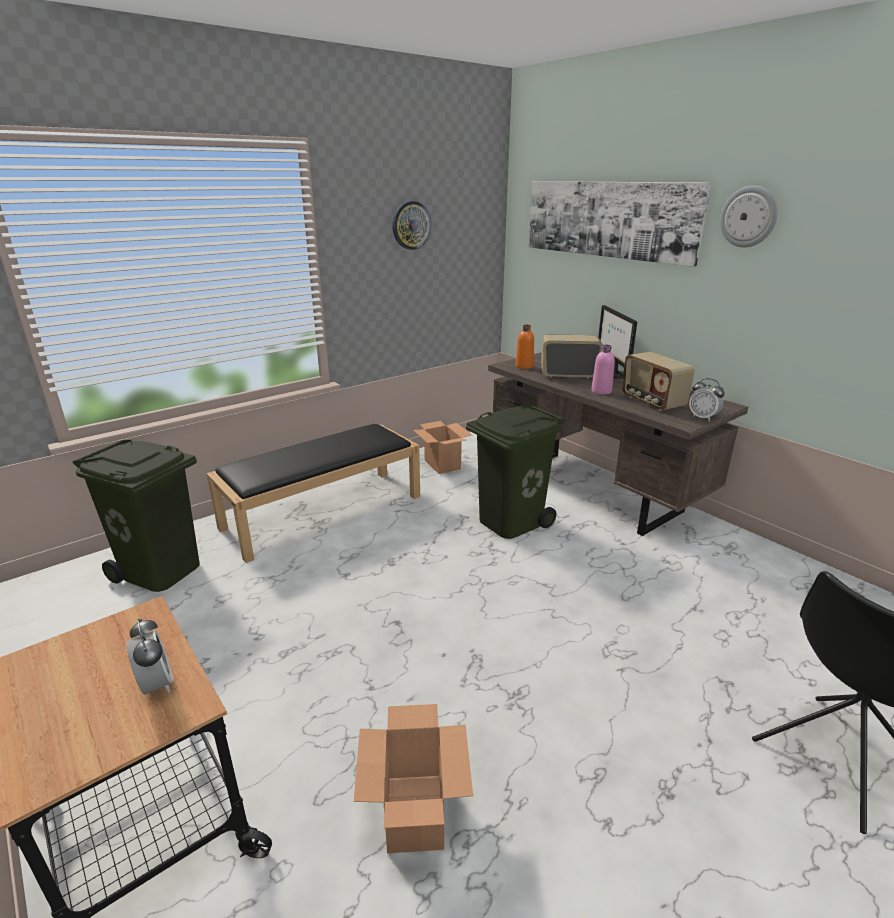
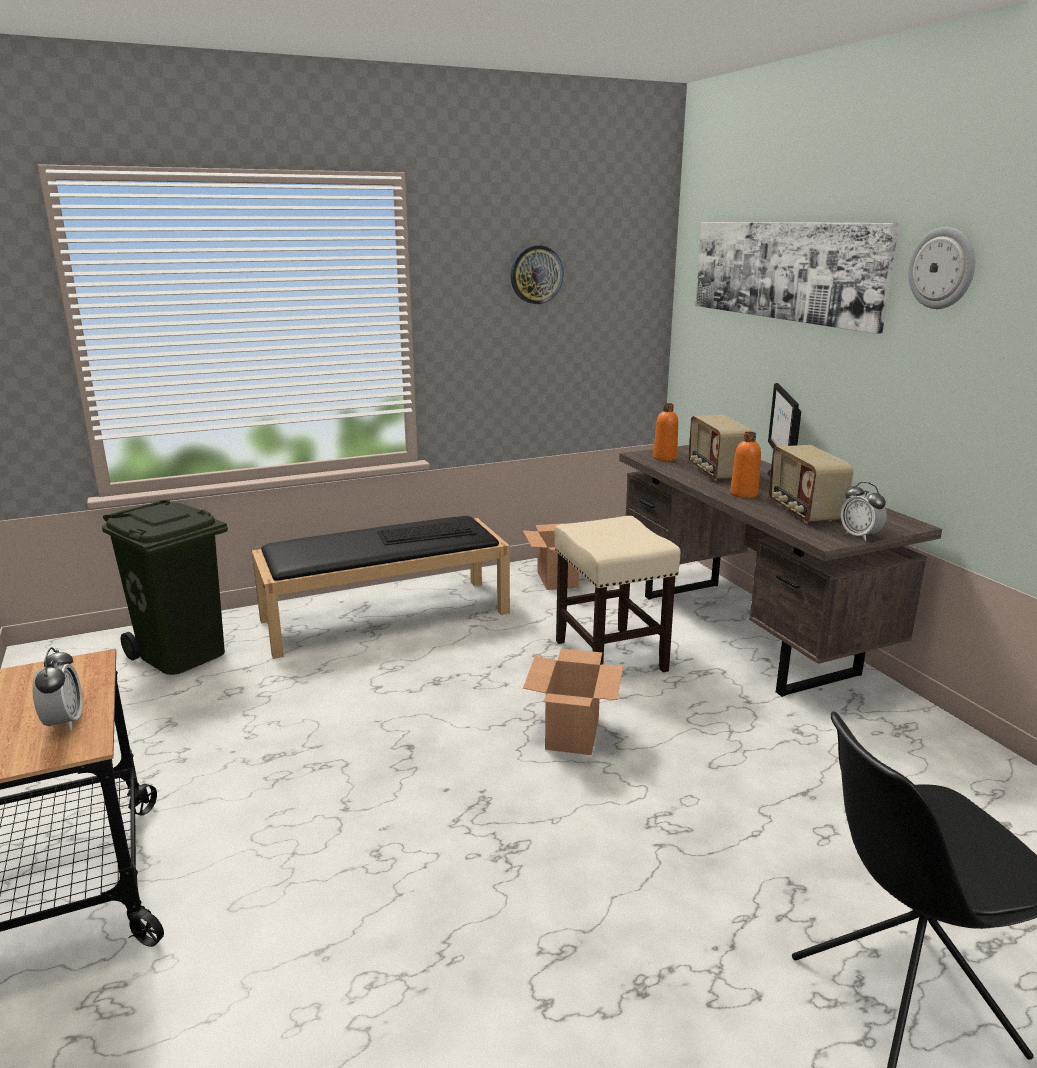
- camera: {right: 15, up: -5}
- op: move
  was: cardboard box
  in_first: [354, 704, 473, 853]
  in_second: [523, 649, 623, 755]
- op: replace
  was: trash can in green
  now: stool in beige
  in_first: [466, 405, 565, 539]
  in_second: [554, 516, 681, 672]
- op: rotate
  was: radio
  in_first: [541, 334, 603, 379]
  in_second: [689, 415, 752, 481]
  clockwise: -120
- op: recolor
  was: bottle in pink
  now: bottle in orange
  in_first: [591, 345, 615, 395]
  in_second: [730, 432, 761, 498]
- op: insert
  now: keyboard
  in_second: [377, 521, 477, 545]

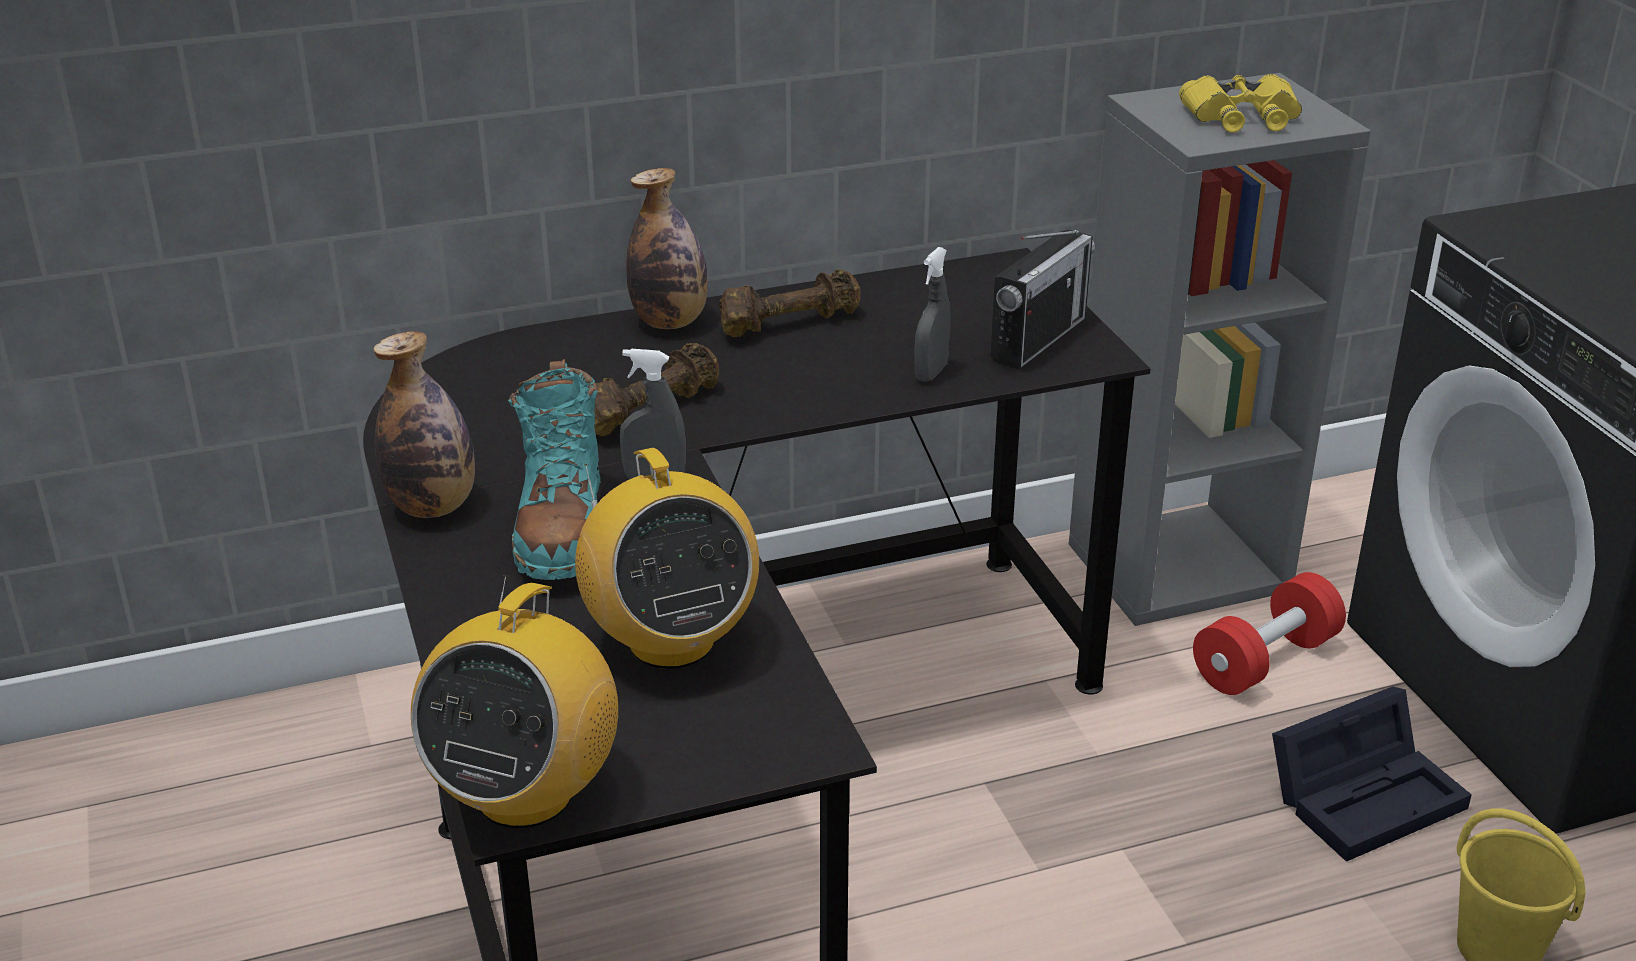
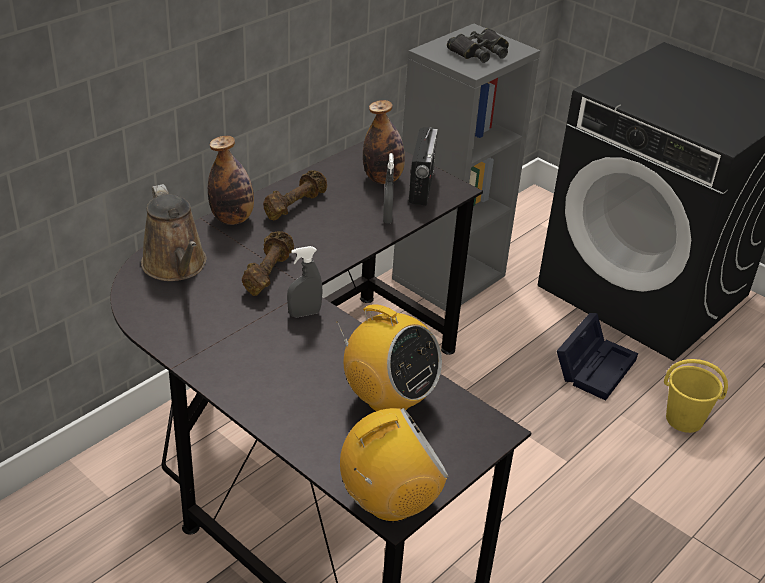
- camera: {right: -30, up: 5}
- op: move
  was: bottle
  in_first: [373, 331, 475, 518]
  in_second: [363, 100, 405, 184]
- op: rotate
  was: radio
  in_first: [411, 575, 618, 828]
  in_second: [340, 408, 448, 522]
  clockwise: -105
- op: delete
  was: boot in turquoise
  in_first: [508, 359, 601, 580]
- op: recolor
  was: binoculars in yellow
  now: binoculars in black
  in_first: [1179, 74, 1302, 132]
  in_second: [447, 28, 509, 63]
- op: delete
  was: dumbbell in red
  in_first: [1193, 572, 1346, 695]
- op: insert
  now: watering can in brown
  in_second: [141, 184, 207, 281]

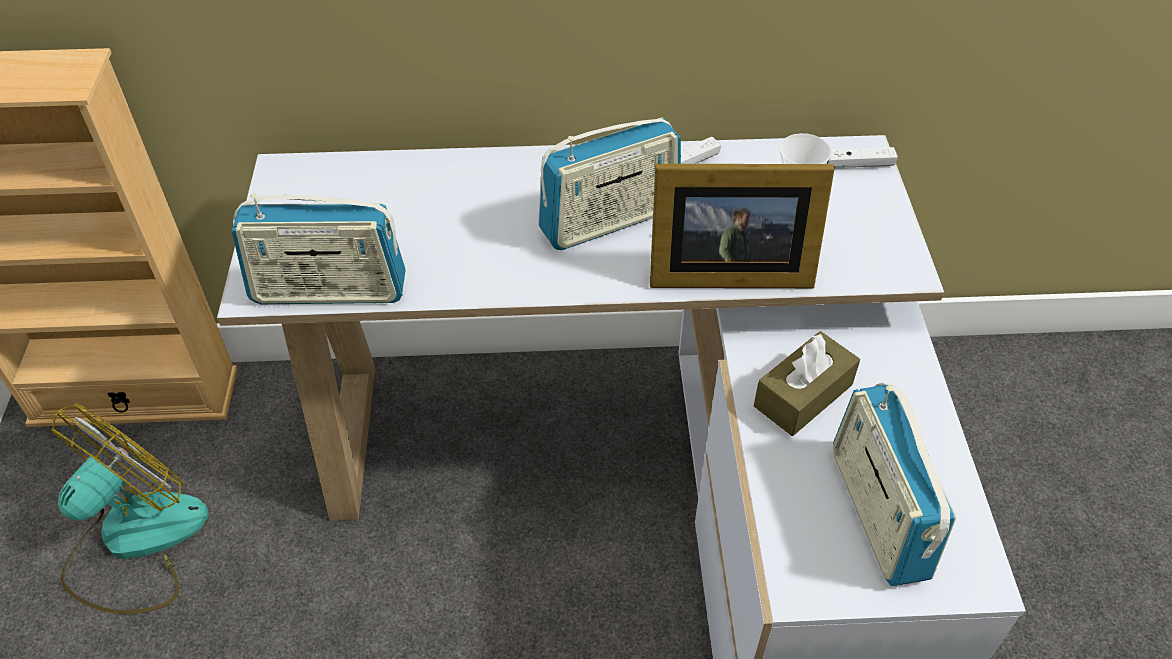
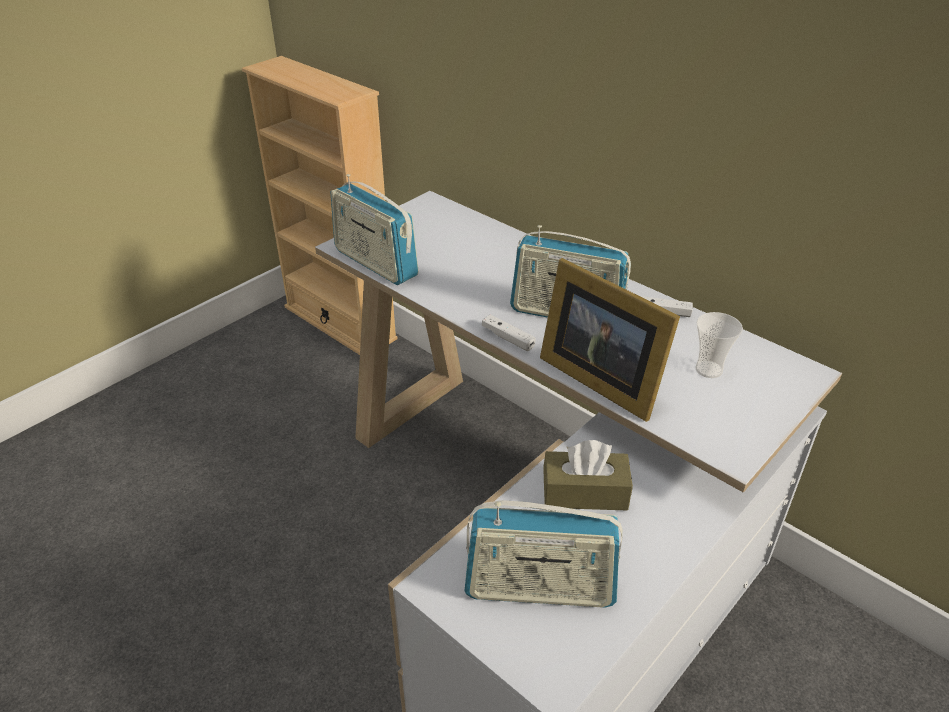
- camera: {right: 45, up: -10}
- op: delete
  was: fan
  in_first: [51, 403, 209, 614]
- op: move
  was: game controller in white
  in_first: [827, 147, 898, 168]
  in_second: [482, 314, 536, 351]
- op: rotate
  was: radio
  in_first: [833, 383, 956, 586]
  in_second: [464, 500, 623, 608]
  clockwise: -120

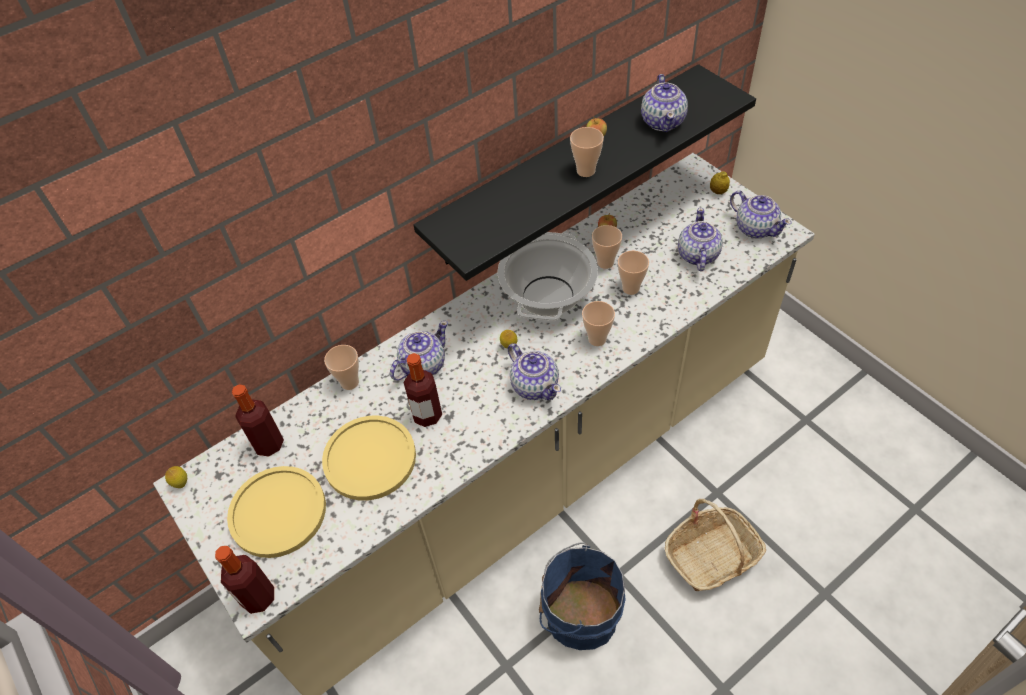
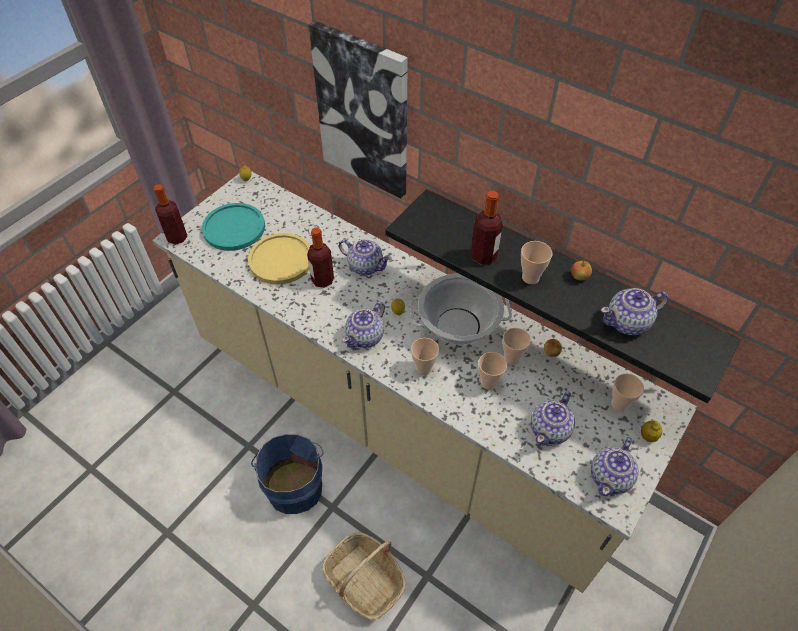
- camera: {right: 70, up: 0}
- op: recolor
  was: plate in yellow
  now: plate in turquoise
  in_first: [227, 466, 326, 558]
  in_second: [202, 203, 265, 251]
- op: move
  was: bottle
  in_first: [232, 384, 284, 456]
  in_second: [471, 191, 503, 265]
- op: move
  was: cup
  in_first: [324, 345, 359, 390]
  in_second: [611, 374, 644, 412]
- op: rotate
  was: teapot
  in_first: [678, 208, 723, 271]
  in_second: [531, 392, 575, 446]
  clockwise: 135
- op: insert
  now: picture
  in_second: [309, 20, 408, 198]

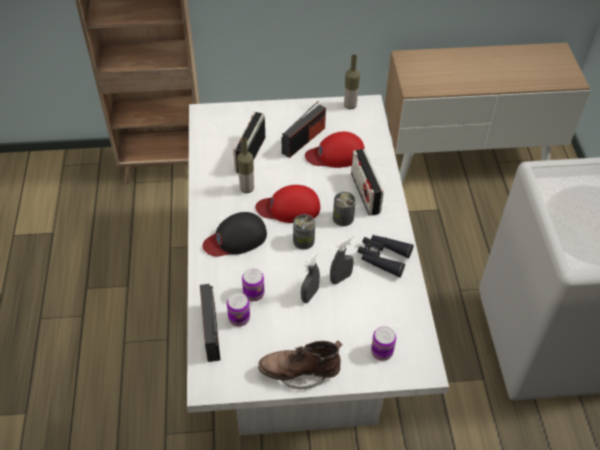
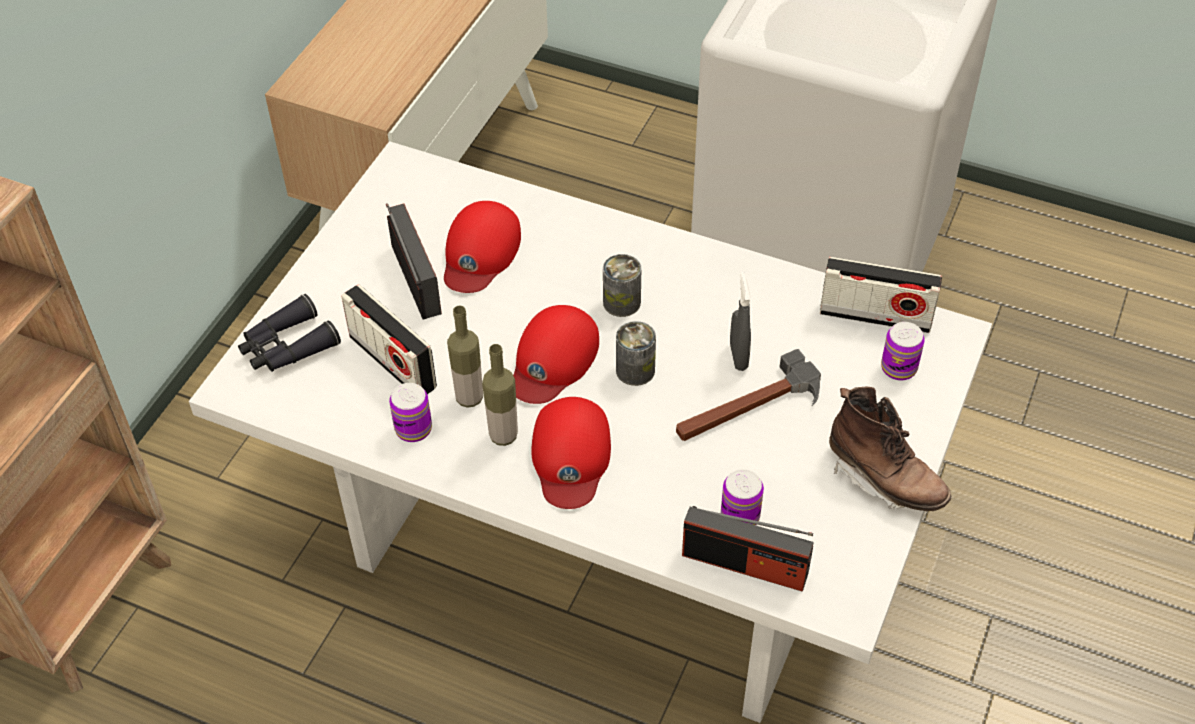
- camera: {right: -60, up: 0}
- op: recolor
  was: cap in black
  now: cap in red
  in_first: [202, 212, 267, 257]
  in_second: [531, 397, 611, 509]
- op: move
  was: can
  in_first: [242, 268, 265, 301]
  in_second: [389, 383, 432, 442]
- op: rotate
  was: boot in brown
  in_first: [258, 341, 342, 389]
  in_second: [829, 387, 951, 511]
  clockwise: -75
- op: replace
  was: spray bottle in grey
  now: hammer
  in_first: [301, 253, 320, 303]
  in_second: [676, 349, 821, 441]
- op: move
  was: bottle
  in_first: [344, 55, 360, 109]
  in_second: [482, 344, 518, 446]
- op: move
  was: radio
  in_first: [351, 149, 383, 216]
  in_second: [820, 257, 942, 333]
- op: move
  was: binoculars in black
  in_first: [357, 235, 414, 278]
  in_second: [238, 294, 341, 372]

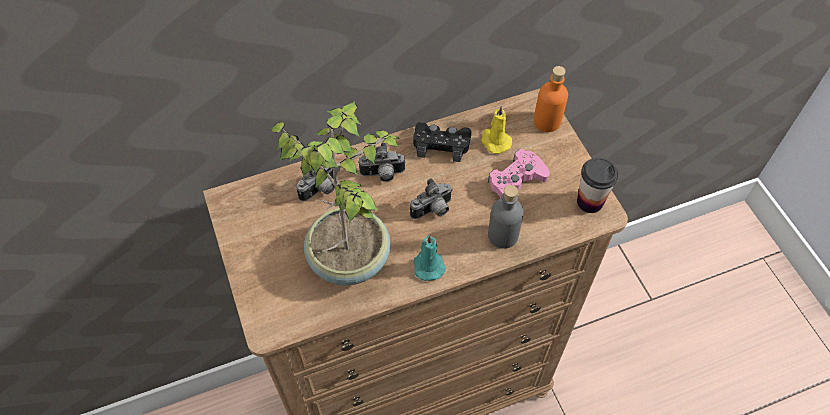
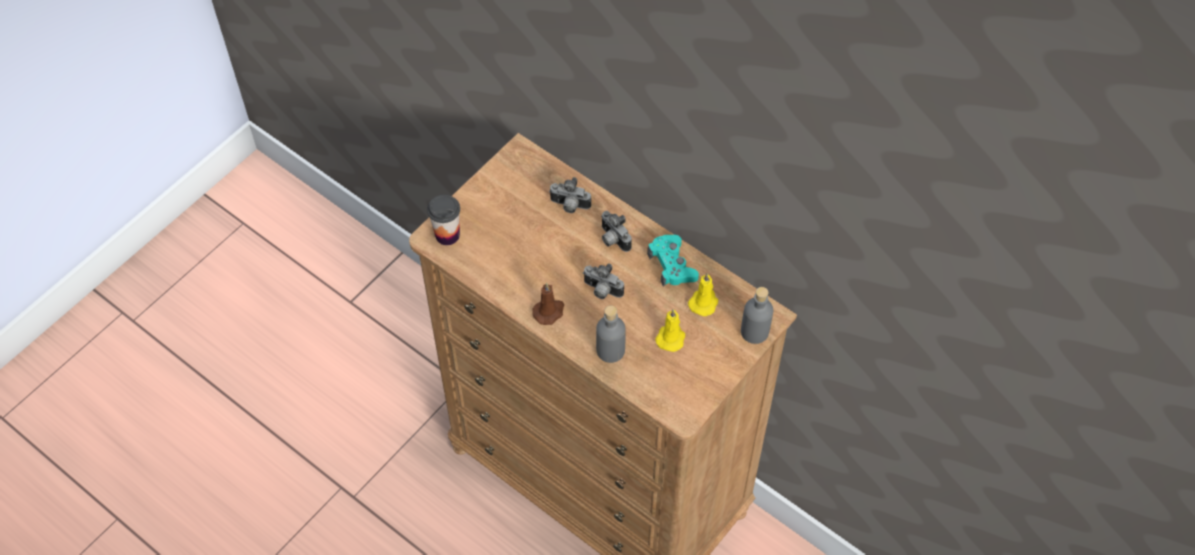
- camera: {right: 60, up: 0}
- op: delete
  was: potted plant
  in_first: [271, 101, 401, 286]
- op: recolor
  was: game controller in black
  now: game controller in turquoise
  in_first: [413, 122, 472, 162]
  in_second: [647, 235, 699, 287]
- op: recolor
  was: candle in turquoise
  now: candle in brown
  in_first: [413, 235, 446, 281]
  in_second: [532, 283, 564, 325]
- op: replace
  was: game controller in pink
  now: candle in yellow
  in_first: [488, 149, 549, 201]
  in_second: [655, 309, 685, 352]
- op: recolor
  was: bottle in orange
  now: bottle in grey
  in_first: [533, 66, 568, 132]
  in_second: [741, 287, 773, 344]
- op: move
  was: cup
  in_first: [577, 157, 619, 213]
  in_second: [427, 195, 460, 245]

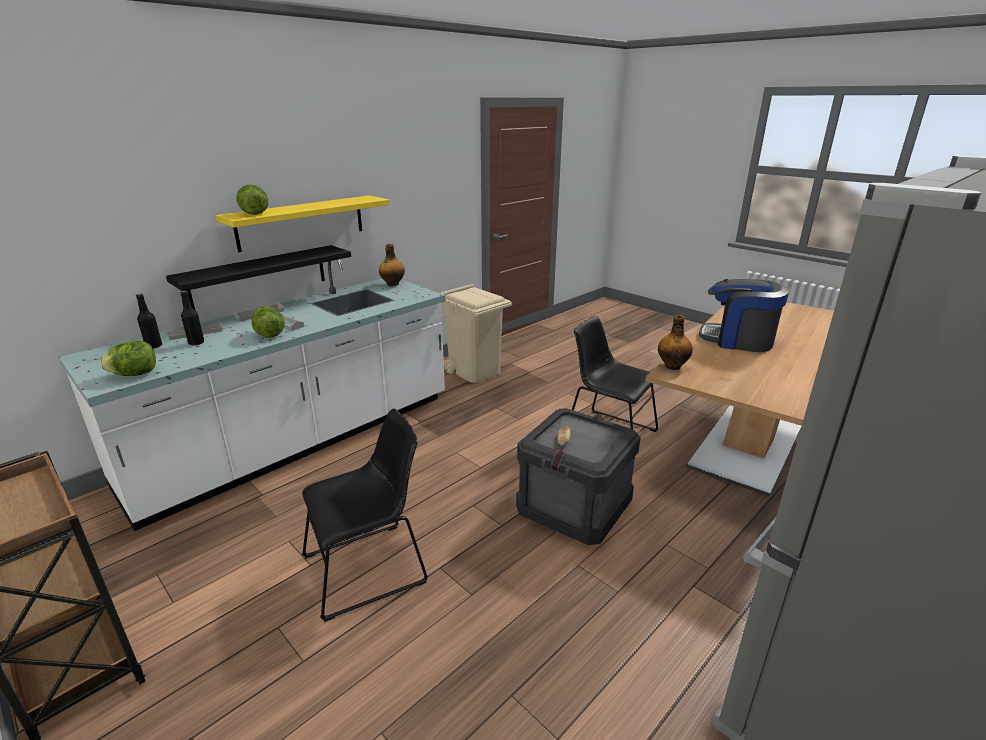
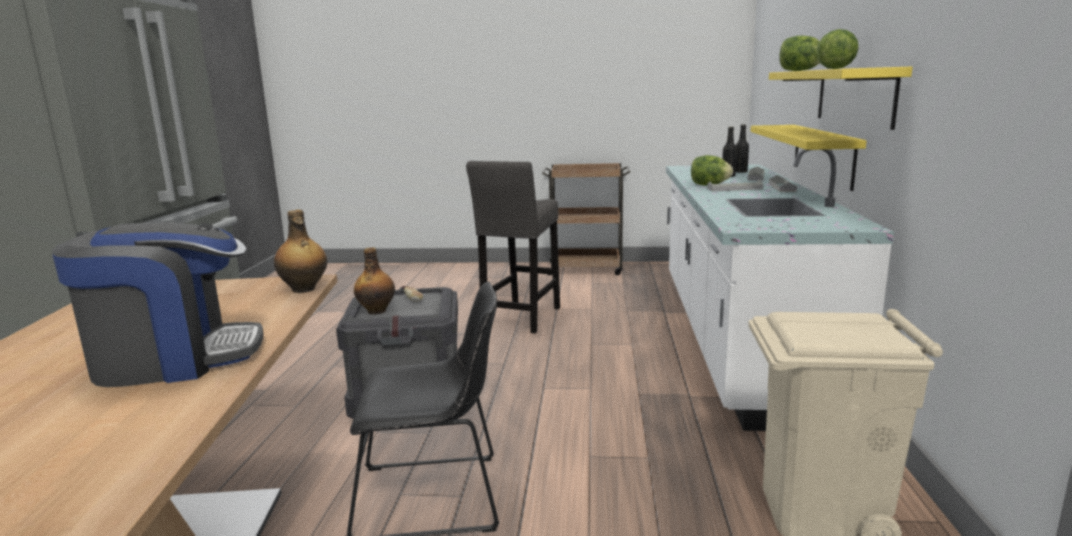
- camera: {right: 140, up: -10}
- op: move
  was: lettuce
  in_first: [100, 341, 156, 376]
  in_second: [816, 29, 859, 69]
- op: recolor
  was: shelf in black
  now: shelf in yellow
  in_first: [166, 245, 351, 310]
  in_second: [750, 125, 867, 191]
- op: replace
  was: chair in black
  now: stool in grey
  in_first: [302, 409, 428, 622]
  in_second: [466, 161, 560, 333]
- op: move
  was: bottle
  in_first: [379, 244, 405, 286]
  in_second: [353, 247, 395, 315]

